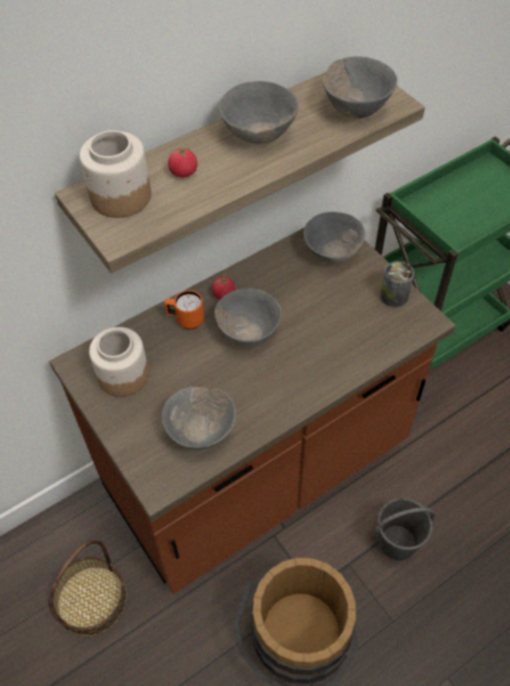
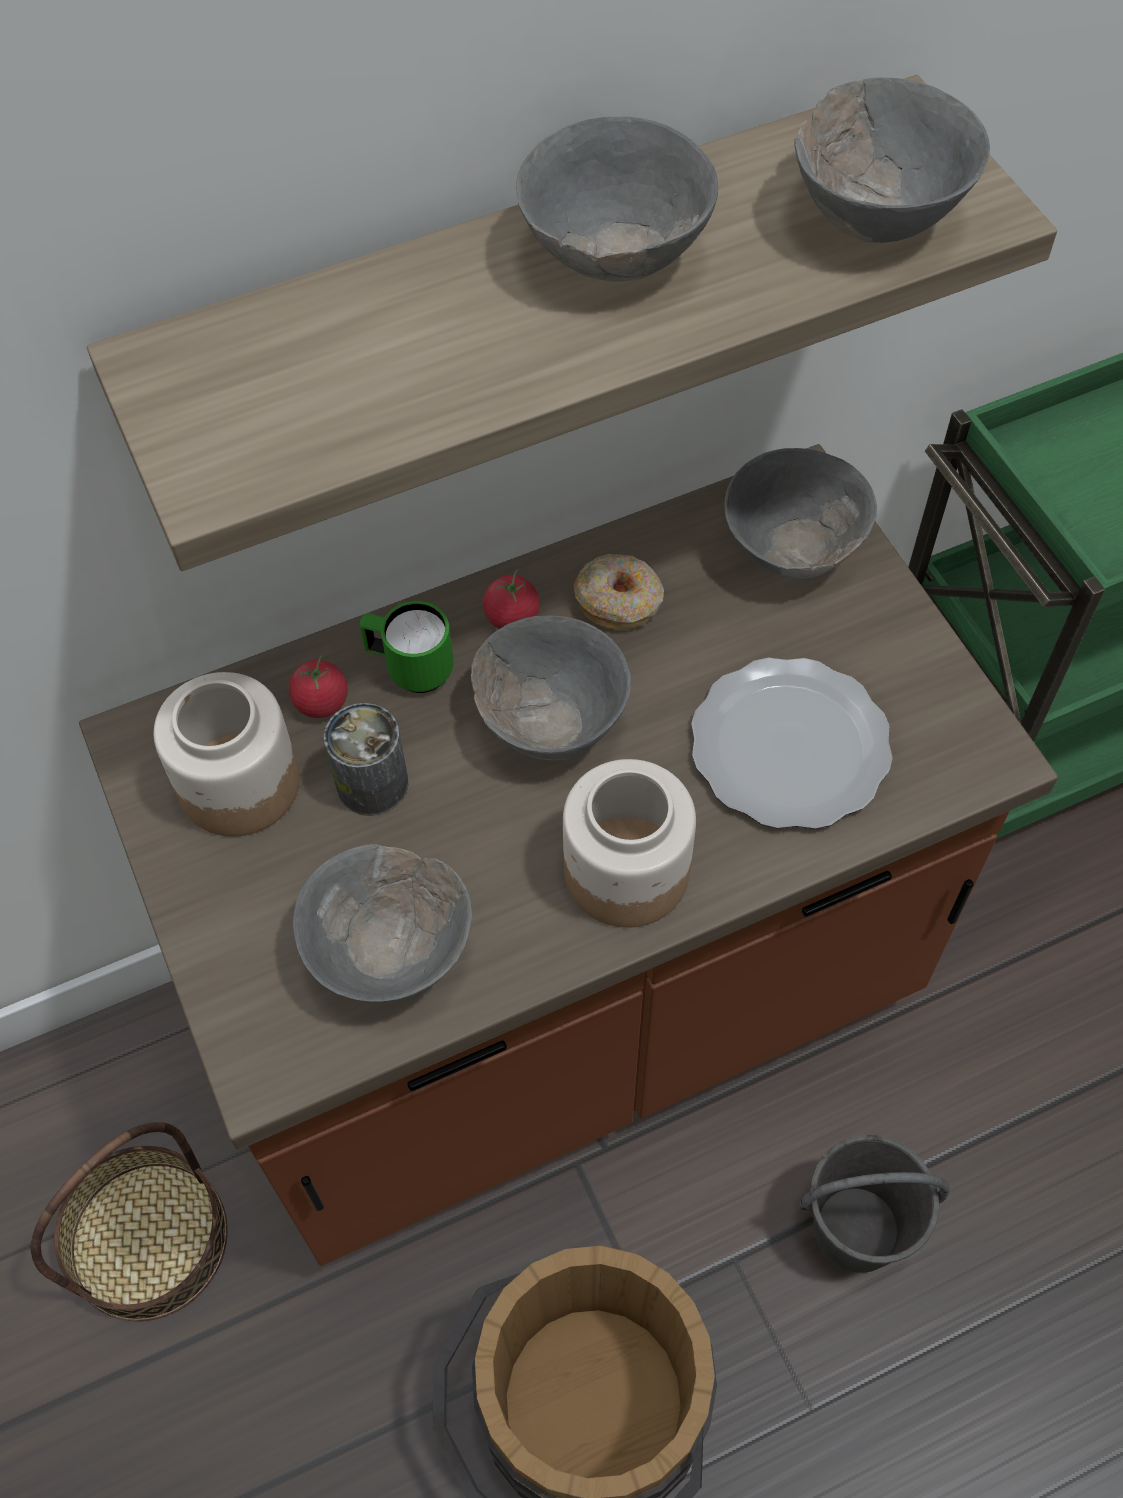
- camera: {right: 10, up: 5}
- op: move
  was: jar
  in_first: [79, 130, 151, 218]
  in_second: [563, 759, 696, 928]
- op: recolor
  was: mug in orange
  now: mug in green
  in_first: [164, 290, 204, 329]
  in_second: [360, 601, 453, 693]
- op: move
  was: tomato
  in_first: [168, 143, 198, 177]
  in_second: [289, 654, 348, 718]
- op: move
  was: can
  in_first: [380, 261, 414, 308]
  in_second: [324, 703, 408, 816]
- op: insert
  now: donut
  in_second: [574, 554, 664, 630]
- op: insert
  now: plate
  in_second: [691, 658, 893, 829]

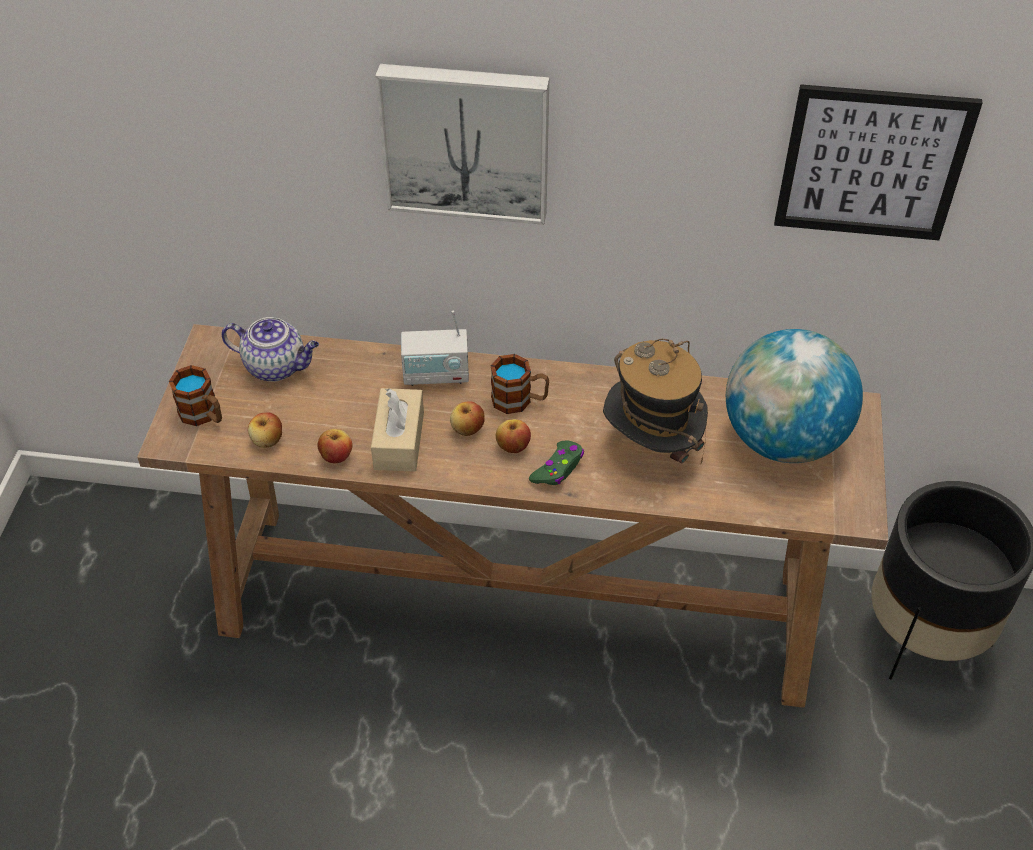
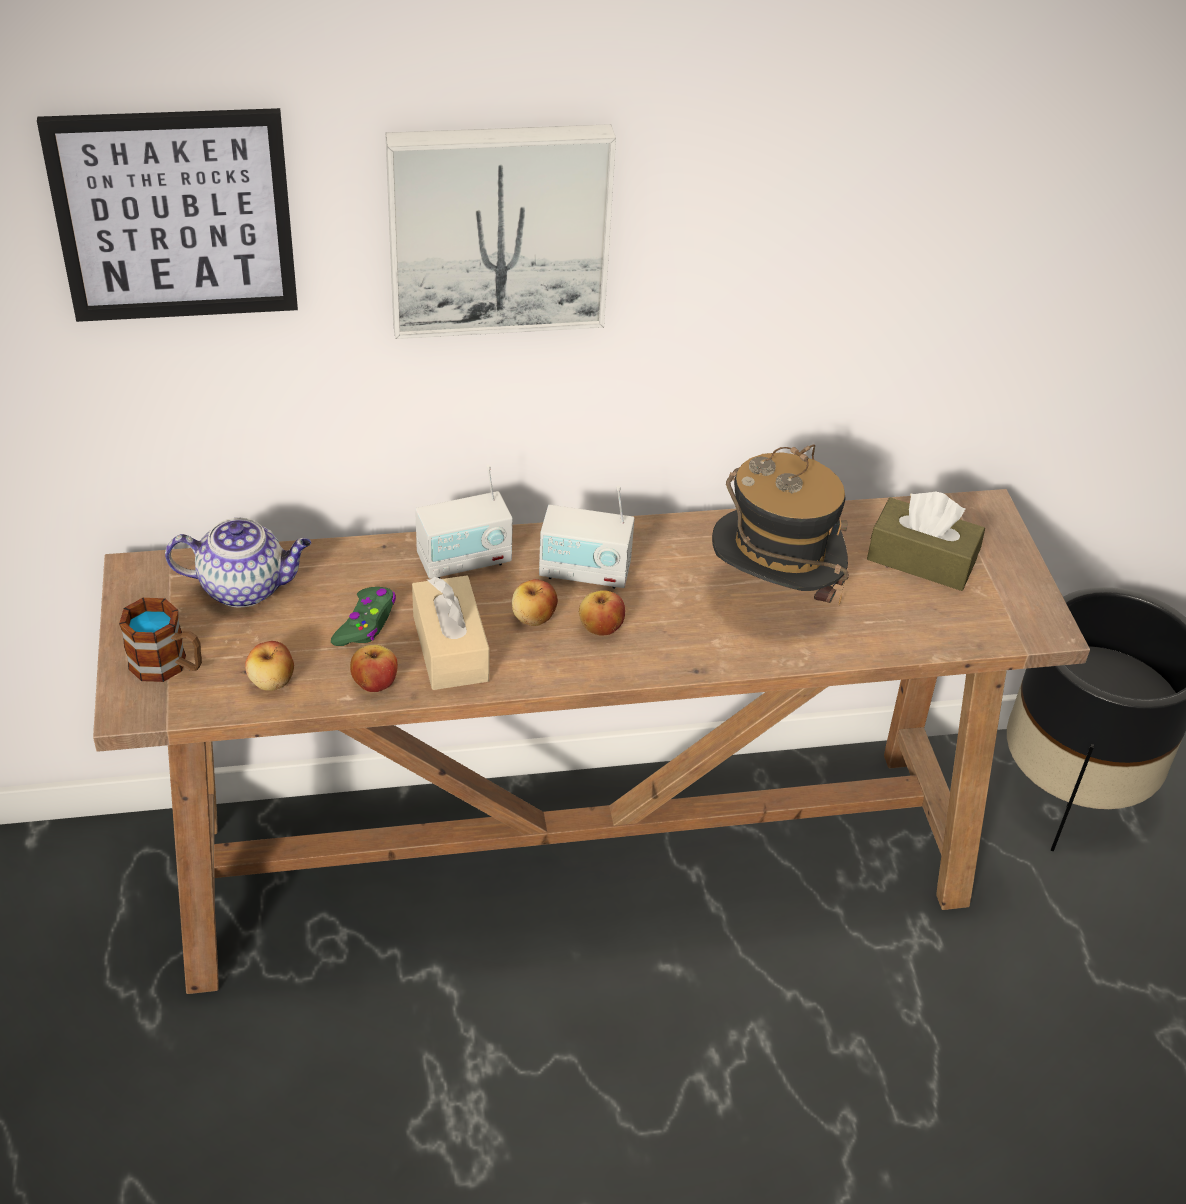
- camera: {right: -20, up: -5}
- op: replace
  was: mug
  now: radio
  in_first: [491, 354, 549, 414]
  in_second: [539, 486, 635, 589]
- op: move
  was: game controller in green
  in_first: [529, 441, 584, 485]
  in_second: [331, 587, 396, 646]
- op: replace
  was: globe
  now: tissue box in brown
  in_first: [726, 329, 863, 463]
  in_second: [867, 492, 985, 591]
- op: move
  was: picture
  in_first: [774, 84, 982, 240]
  in_second: [37, 108, 298, 322]

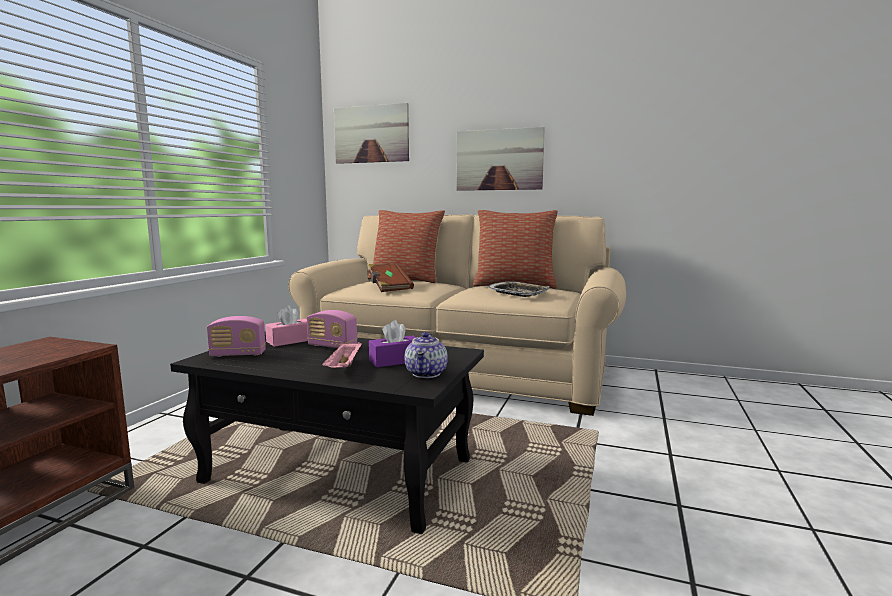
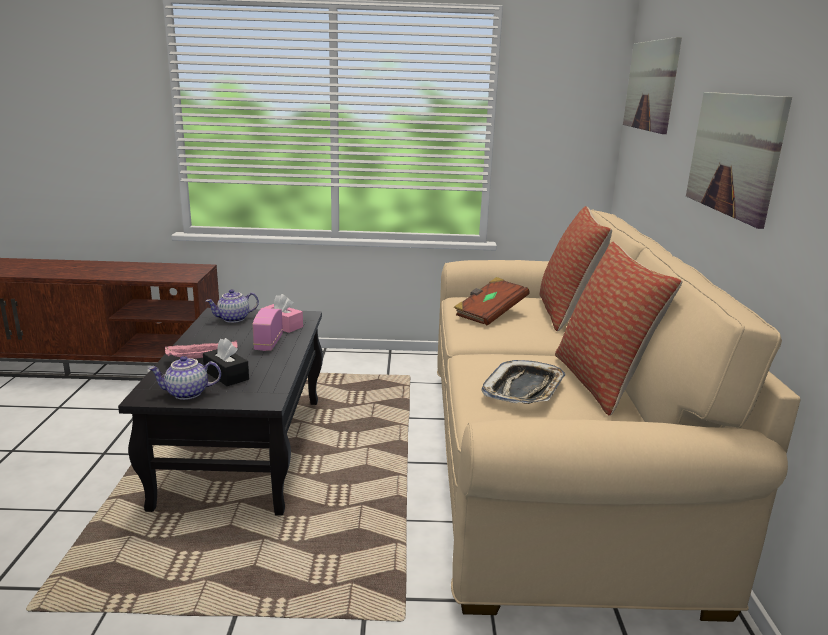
- camera: {right: 70, up: 10}
- op: replace
  was: radio
  now: teapot
  in_first: [207, 316, 266, 357]
  in_second: [206, 289, 259, 323]
- op: recolor
  was: tissue box in purple
  now: tissue box in black
  in_first: [369, 320, 416, 367]
  in_second: [203, 338, 249, 386]

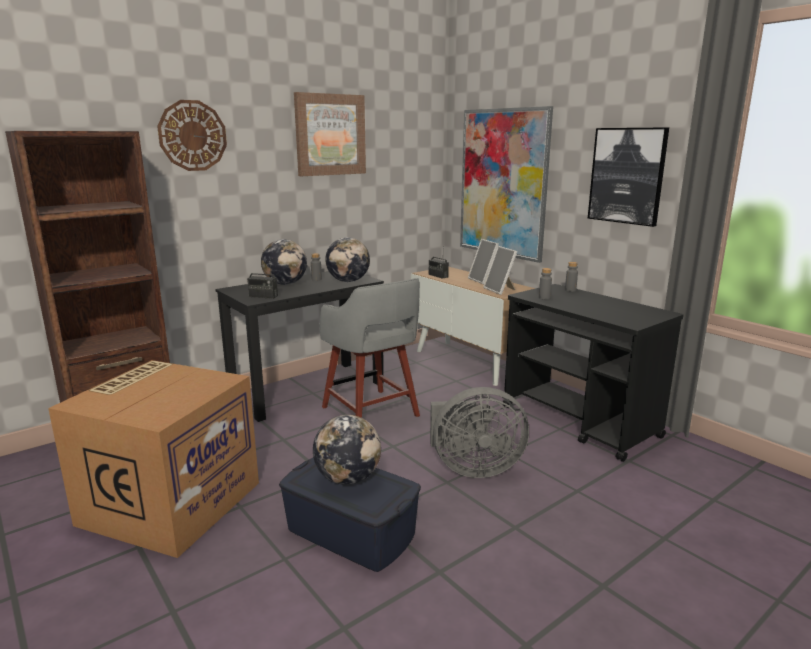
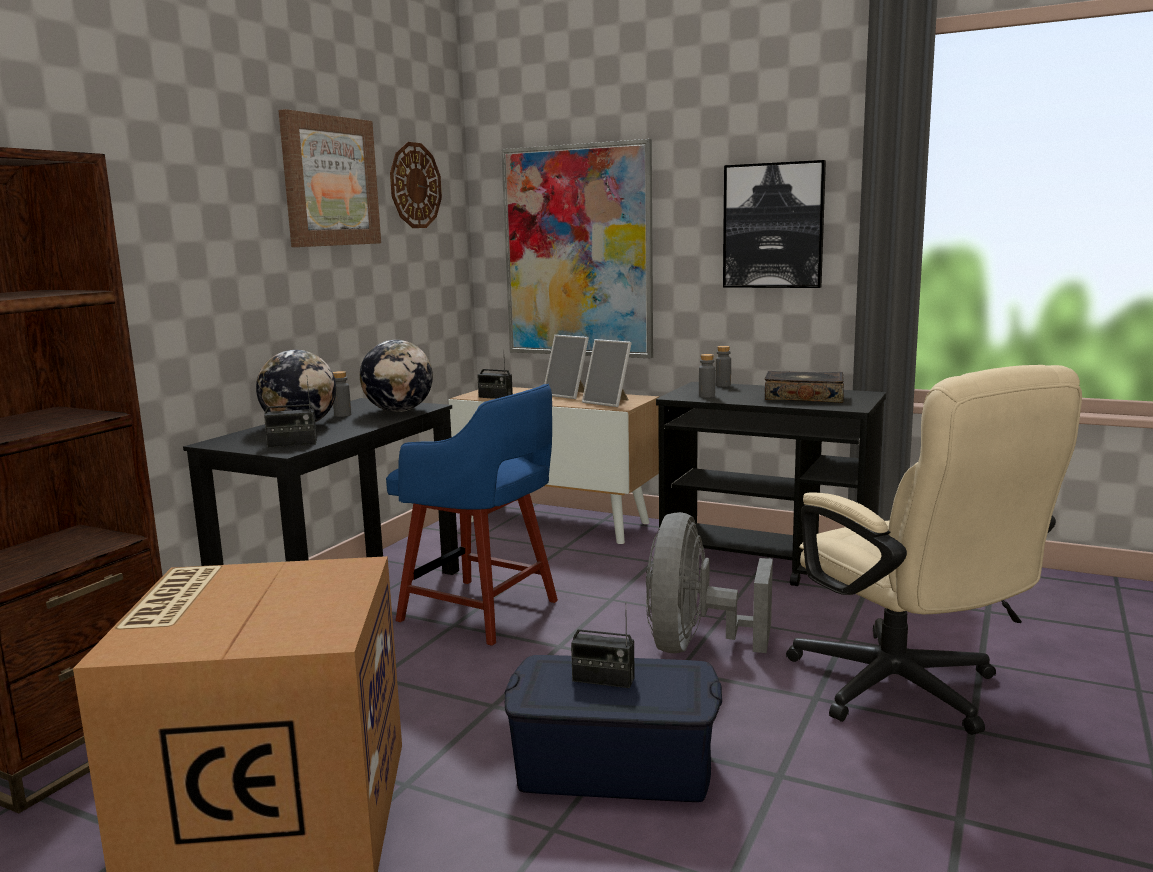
- camera: {right: -25, up: -5}
- op: move
  was: wall clock
  in_first: [157, 100, 227, 171]
  in_second: [390, 142, 442, 228]
- op: replace
  was: globe
  now: radio
  in_first: [313, 415, 381, 485]
  in_second: [571, 602, 635, 688]
- op: recolor
  was: stool in grey
  now: stool in blue
  in_first: [319, 278, 420, 418]
  in_second: [386, 384, 558, 646]
- op: rotate
  was: fan in grey
  in_first: [430, 387, 529, 478]
  in_second: [646, 512, 773, 653]
  clockwise: 135
- op: insert
  now: book
  in_second: [764, 371, 844, 403]
- op: insert
  now: office chair in beige
  in_second: [786, 365, 1082, 735]

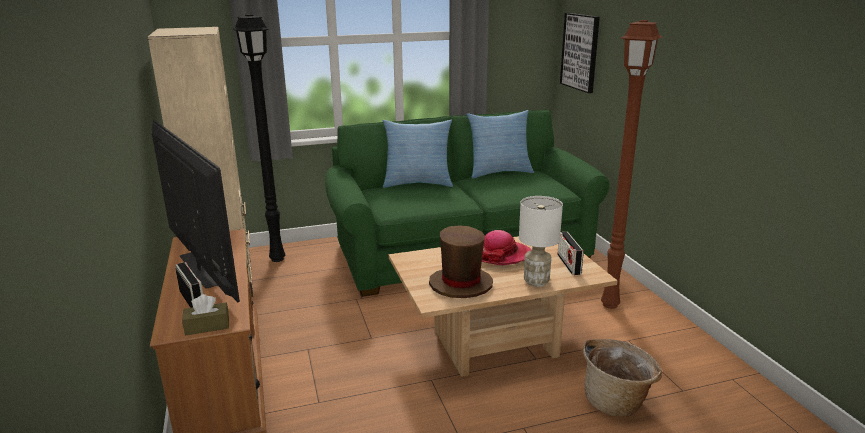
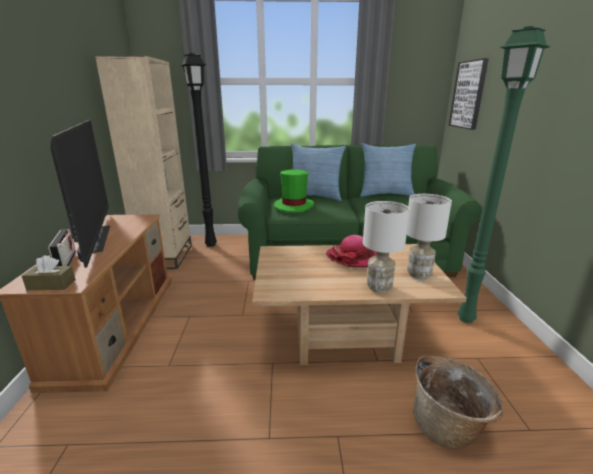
- camera: {right: 15, up: 0}
- op: delete
  was: hat in brown
  in_first: [429, 225, 493, 298]
- op: replace
  was: radio
  now: table lamp in white
  in_first: [557, 231, 584, 275]
  in_second: [407, 194, 452, 279]
- op: recolor
  was: floor lamp in brown
  now: floor lamp in green
  in_first: [601, 20, 662, 309]
  in_second: [457, 26, 550, 323]
- op: insert
  now: hat in green
  in_second: [274, 170, 314, 213]

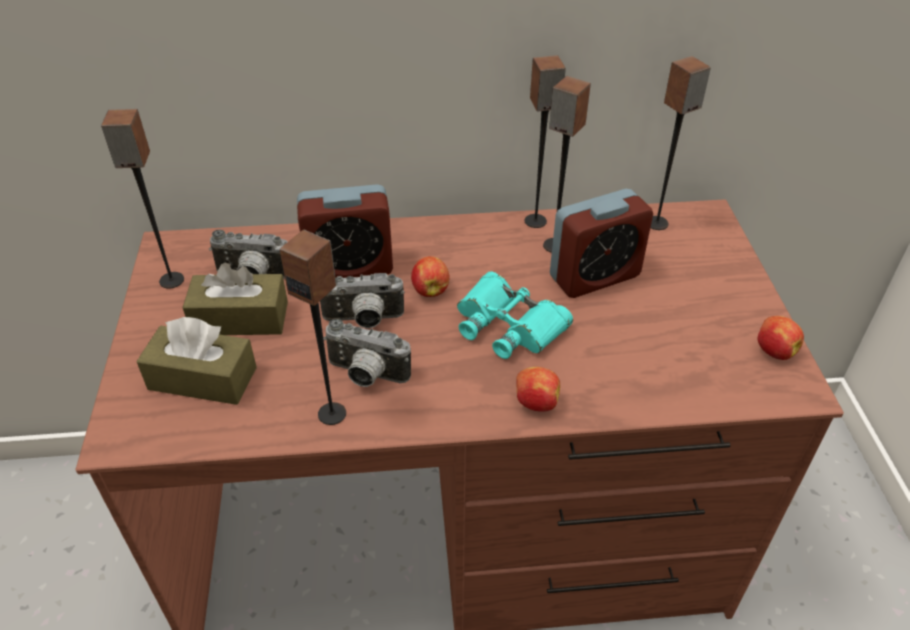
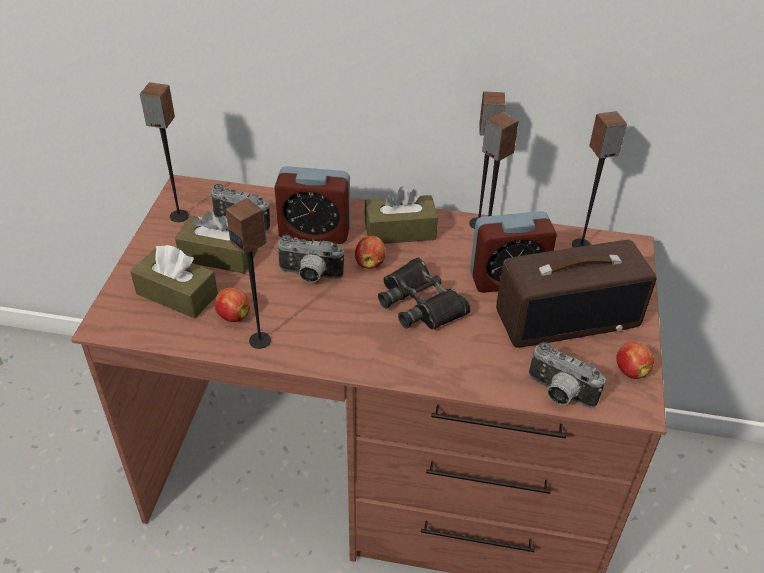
- camera: {right: 15, up: 0}
- op: move
  was: photo camera
  in_first: [323, 319, 411, 387]
  in_second: [529, 342, 605, 408]
- op: recolor
  was: binoculars in turquoise
  now: binoculars in black
  in_first: [457, 272, 573, 359]
  in_second: [378, 257, 471, 330]
- op: move
  was: apple
  in_first: [516, 367, 560, 412]
  in_second: [215, 288, 250, 322]
- op: insert
  now: tissue box in brown
  in_second: [365, 186, 438, 244]
- op: insert
  now: radio
  in_second: [496, 240, 657, 348]

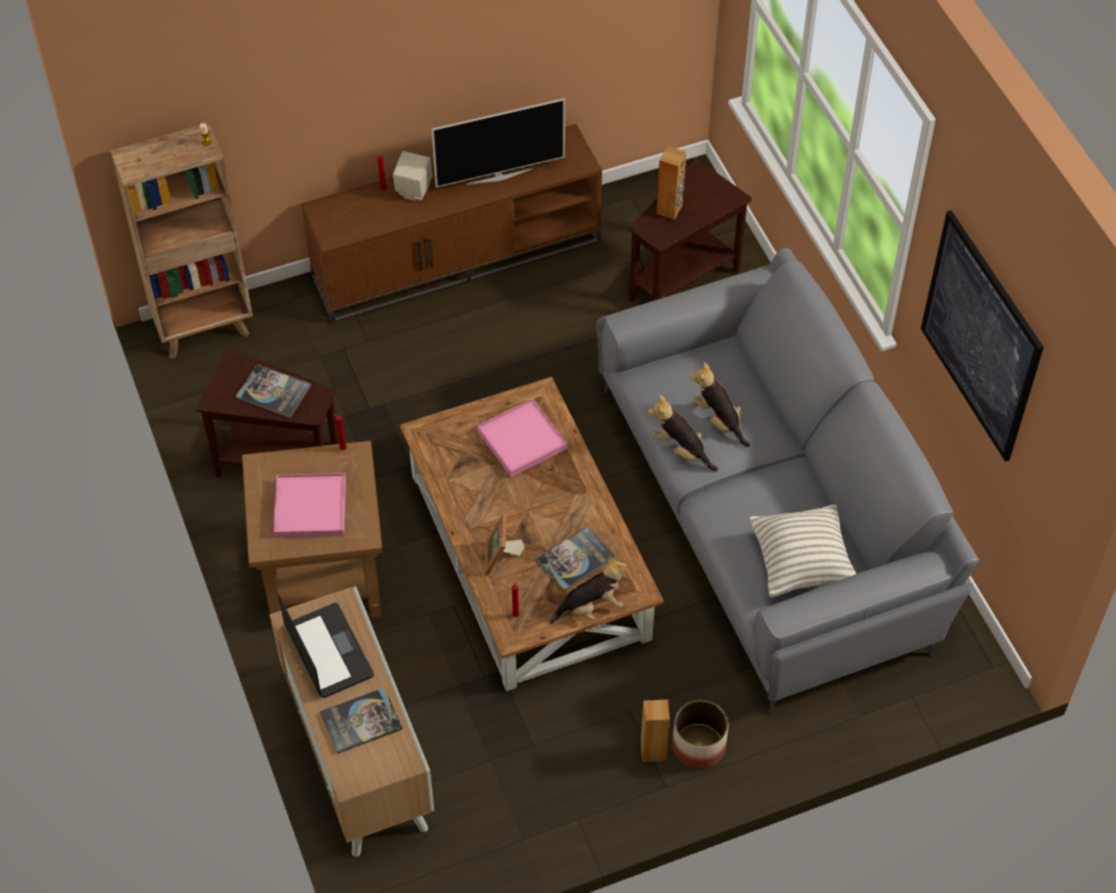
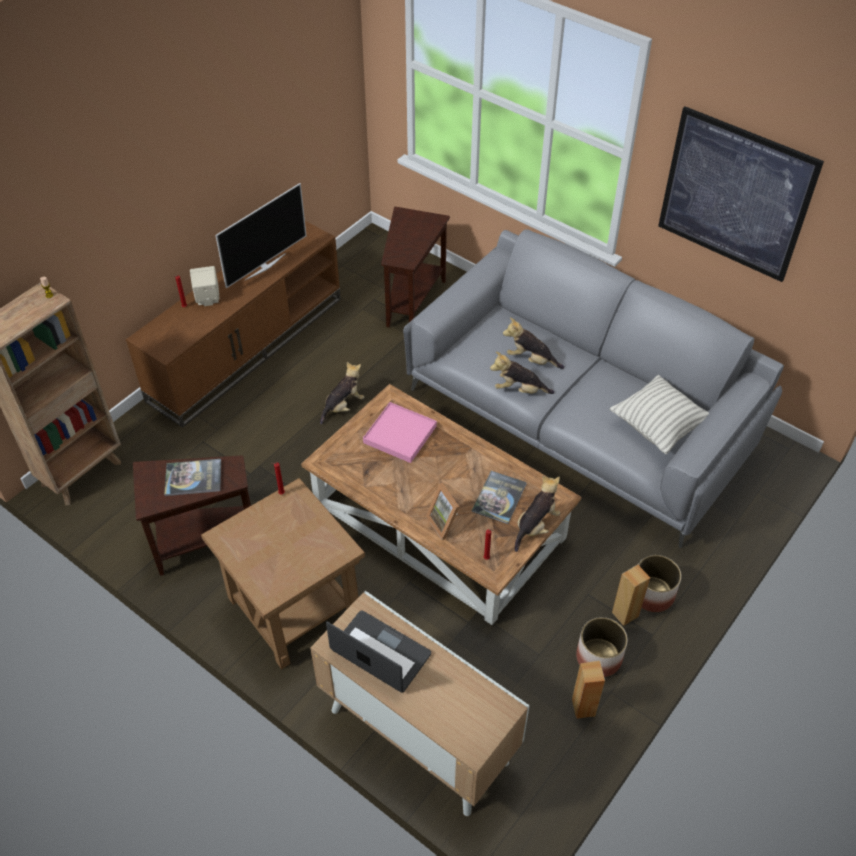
- camera: {right: -30, up: -5}
- op: delete
  was: tray in pink
  in_first: [273, 473, 346, 538]
- op: delete
  was: book
  in_first: [320, 687, 403, 754]
- op: move
  was: speaker in brown
  in_first: [656, 146, 686, 220]
  in_second: [572, 661, 605, 719]
- op: insert
  now: plush toy
  in_second: [320, 362, 364, 425]
- op: insert
  now: planter
  in_second: [576, 617, 627, 677]

